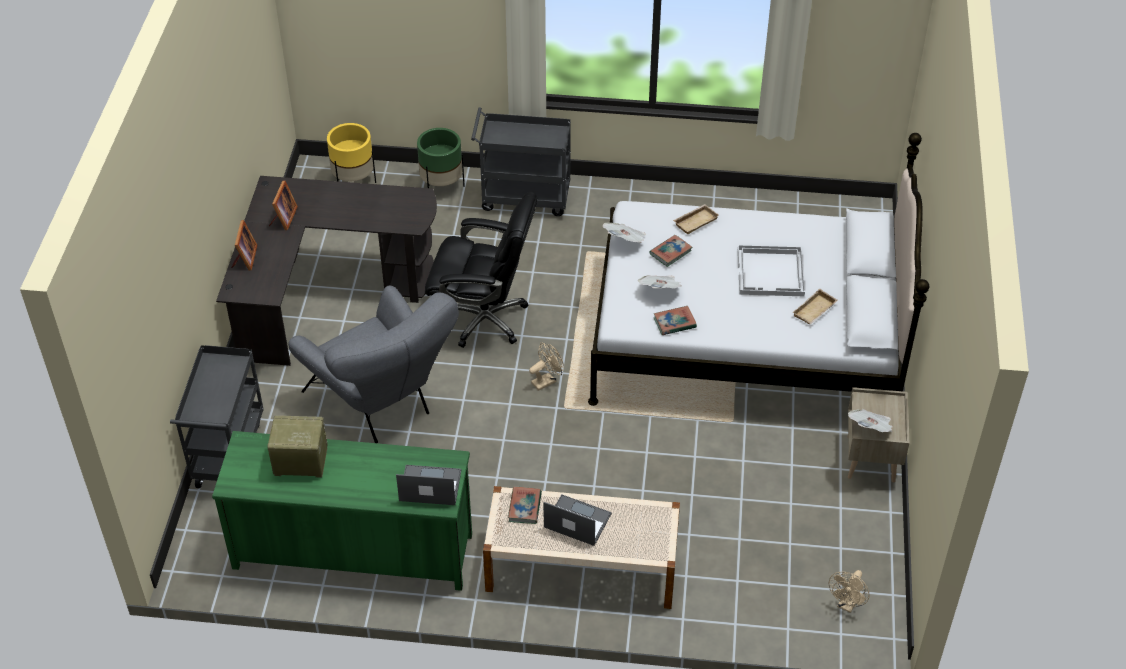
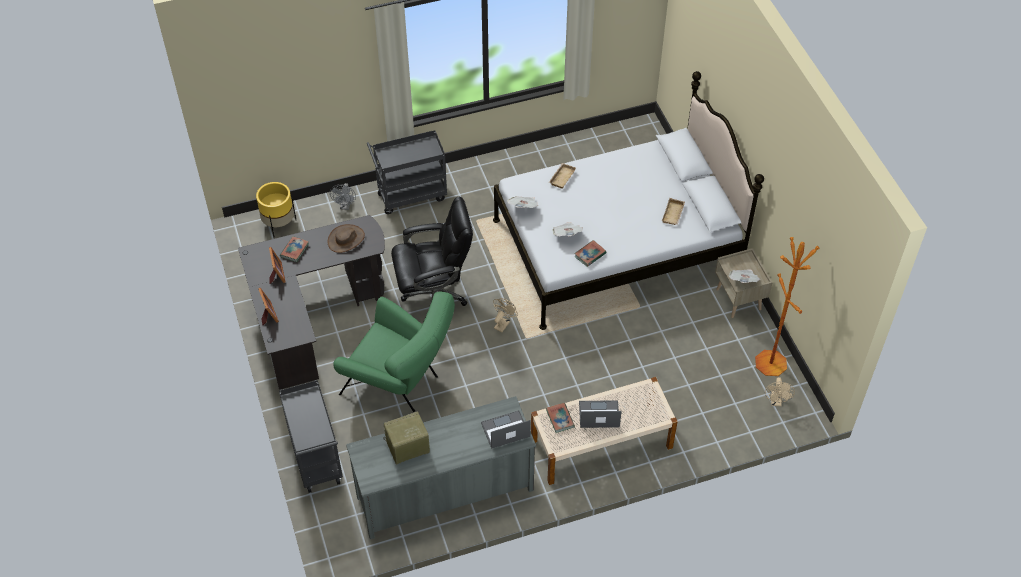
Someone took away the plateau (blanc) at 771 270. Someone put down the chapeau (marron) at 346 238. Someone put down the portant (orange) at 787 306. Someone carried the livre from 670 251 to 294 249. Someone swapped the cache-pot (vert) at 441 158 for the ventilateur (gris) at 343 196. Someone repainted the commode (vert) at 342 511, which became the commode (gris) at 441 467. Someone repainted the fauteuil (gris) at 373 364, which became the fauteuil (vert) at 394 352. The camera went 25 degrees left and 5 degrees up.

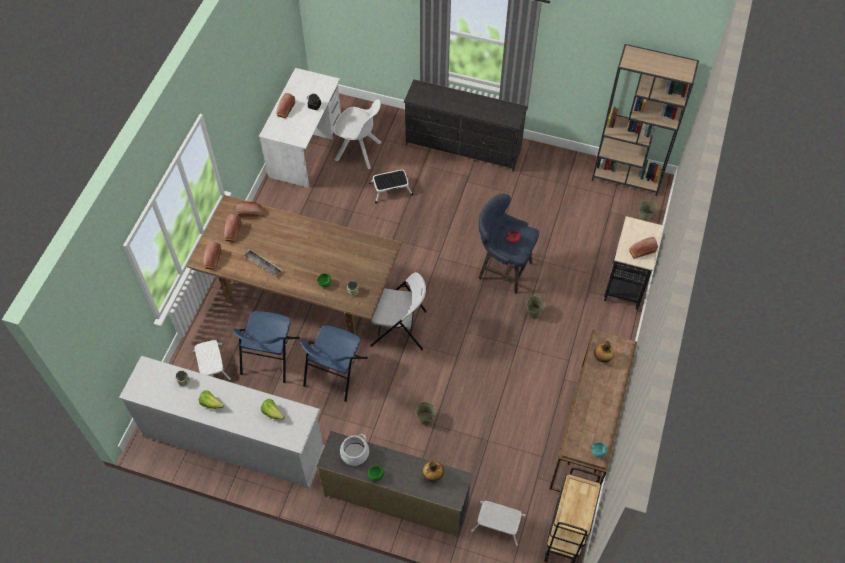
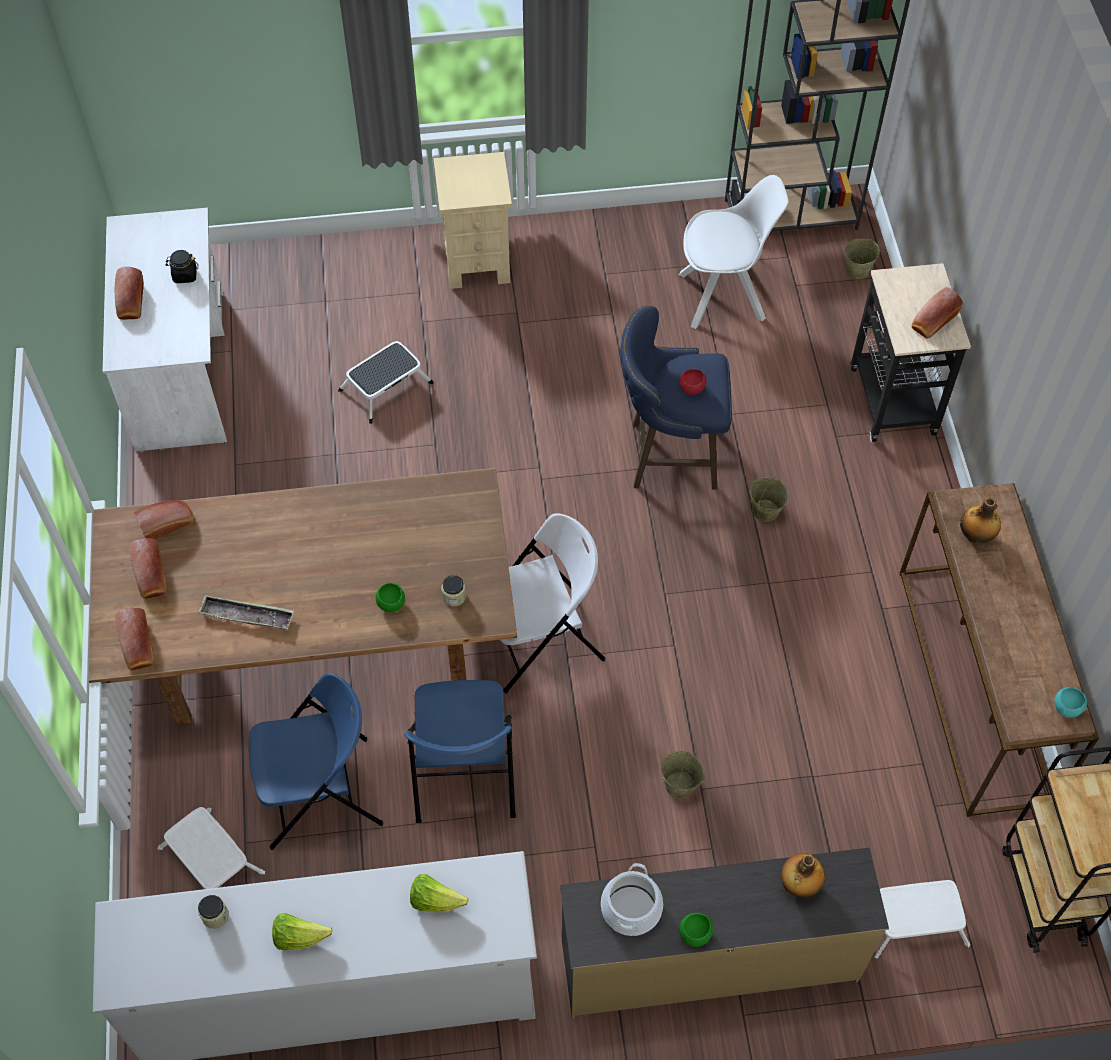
Someone carried the chaise (blanc) from 357 134 to 734 252. Someone swapped the commode (noir) at 466 125 for the table de chevet (beige) at 472 220. Someone rotated the chaise (bleu) at 266 347 by 90 degrees counterclockwise. The camera went 25 degrees left and 0 degrees up.

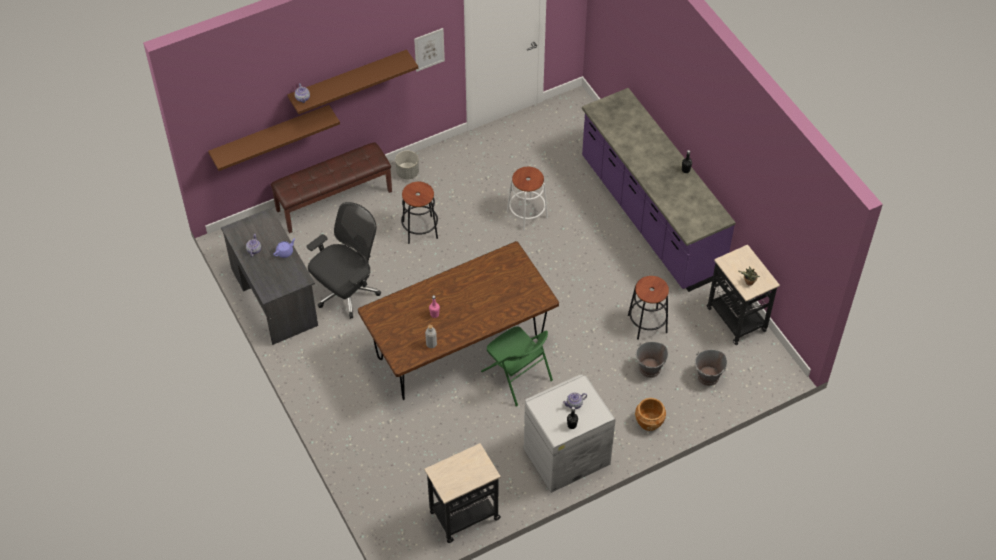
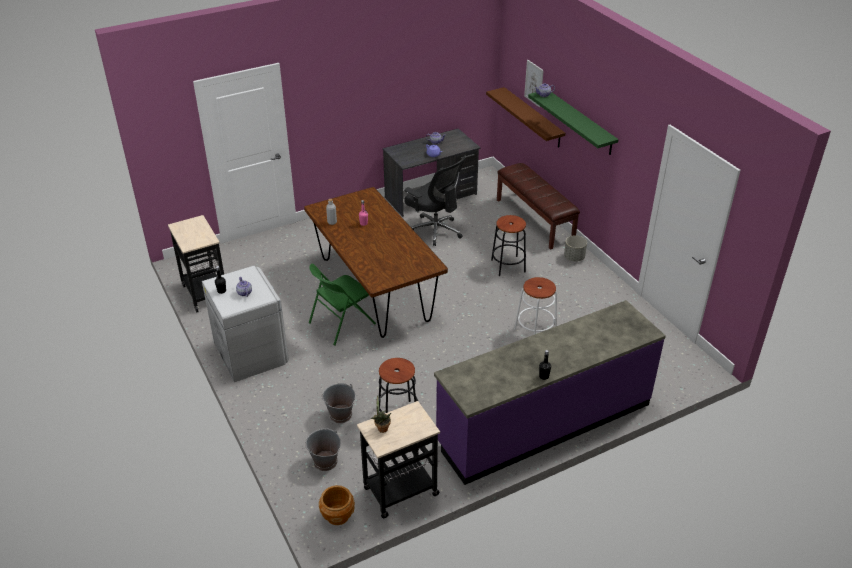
Someone carried the tableau from 429 50 to 534 83. Someone carried the cache-pot (marron) from 650 414 to 337 505. Someone repainted the étagère (marron) at 352 82, which became the étagère (vert) at 573 123. The camera went 90 degrees right and 15 degrees down.

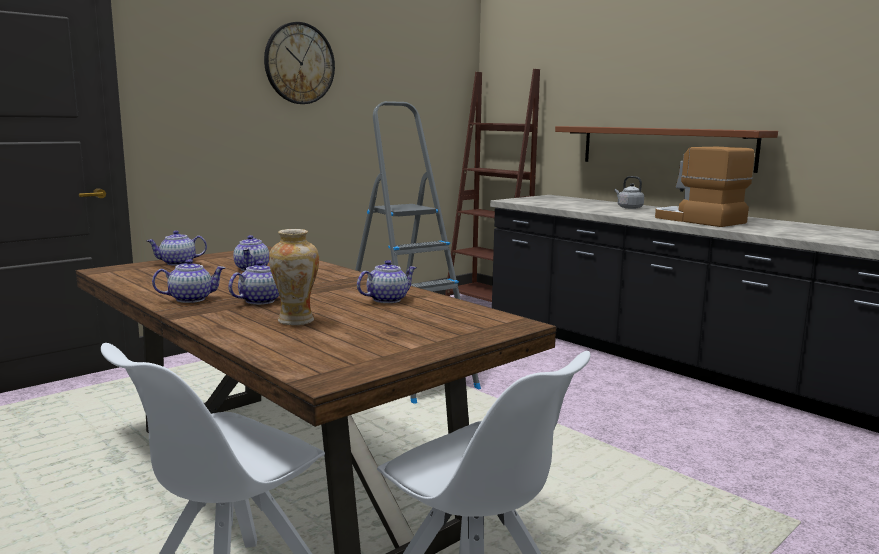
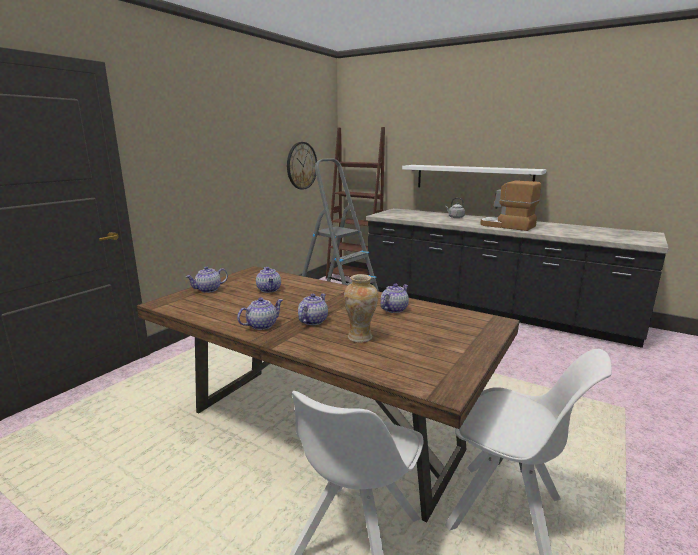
Someone carried the horloge murale from 299 63 to 302 166. Someone repainted the étagère (marron) at 666 149, which became the étagère (blanc) at 474 176. The camera went 15 degrees left and 5 degrees up.

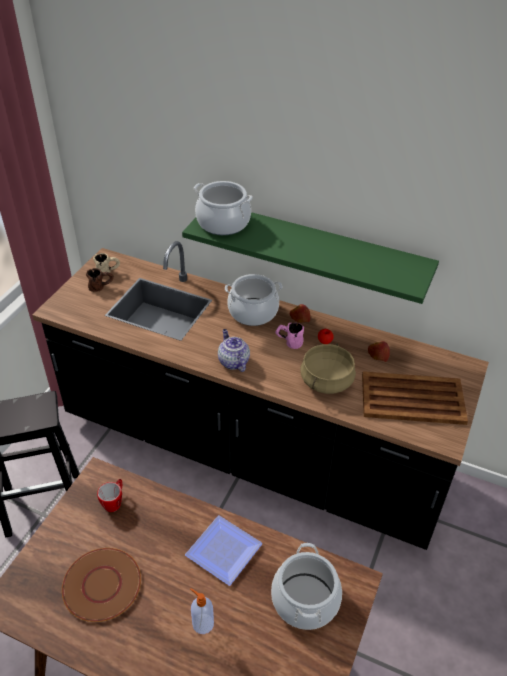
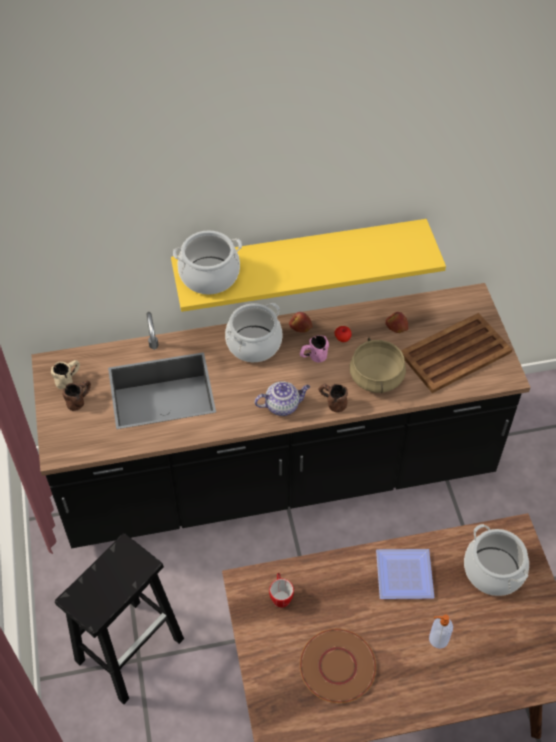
Someone put down the mug (marron) at 333 398. Someone repainted the étagère (vert) at 310 258, which became the étagère (jaune) at 308 265. Someone rotated the théière at 234 350 by 135 degrees clockwise. The camera went 35 degrees left and 10 degrees up.

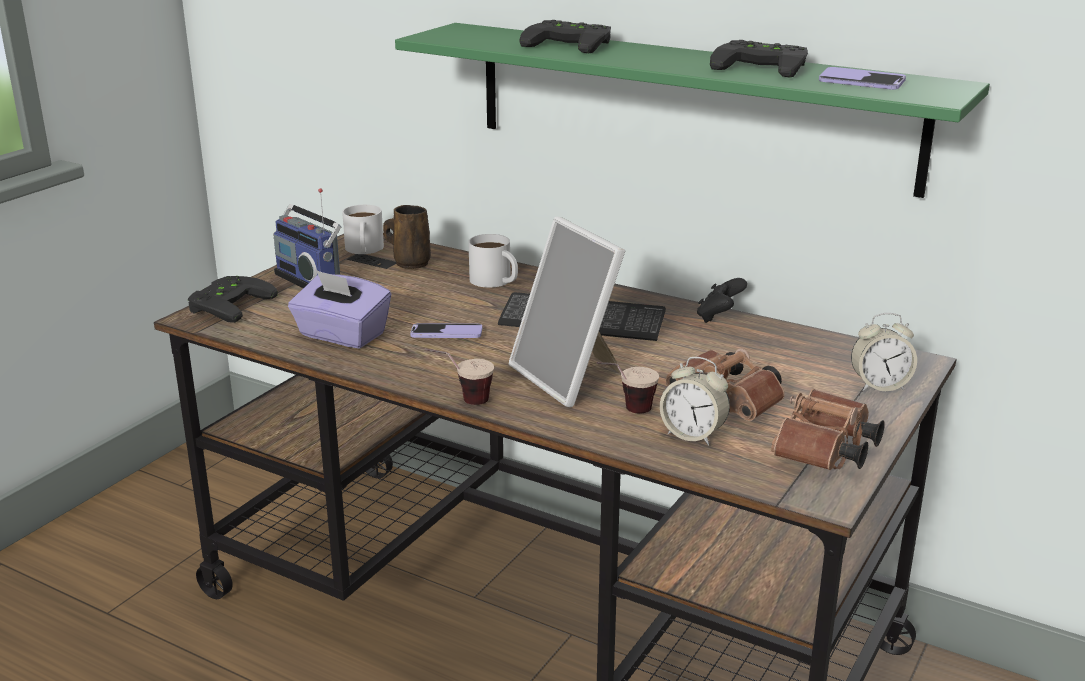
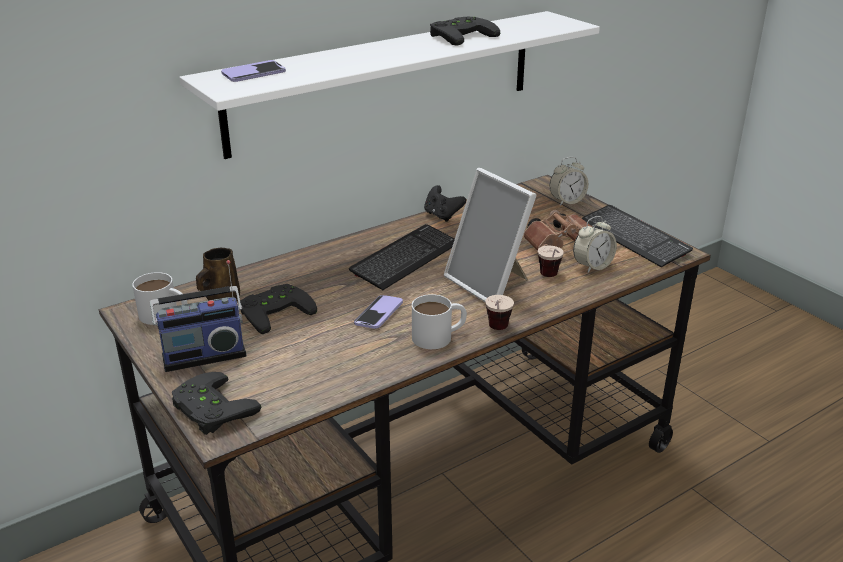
Someone took away the boîte à mouchoirs (violet) at 339 309. Someone carried the mug (blanc) from 493 260 to 439 321. Someone carried the manette (noir) from 565 36 to 278 309. Someone carried the téléphone from 862 78 to 253 71. Someone swapped the jumelles (marron) at 828 429 for the clavier at 637 236. Someone repainted the étagère (vert) at 692 110, which became the étagère (blanc) at 389 85. Someone rotated the cadre photo at 567 312 by 60 degrees clockwise. Someone rotated the réveil at 884 352 by 45 degrees clockwise. The camera went 65 degrees left and 5 degrees up.

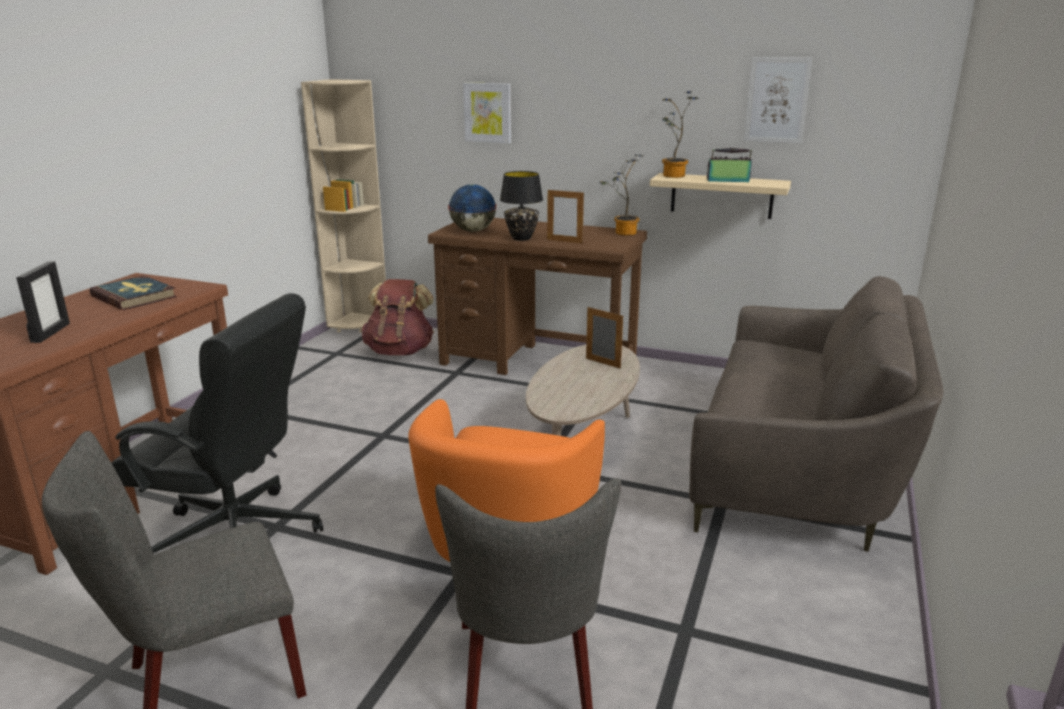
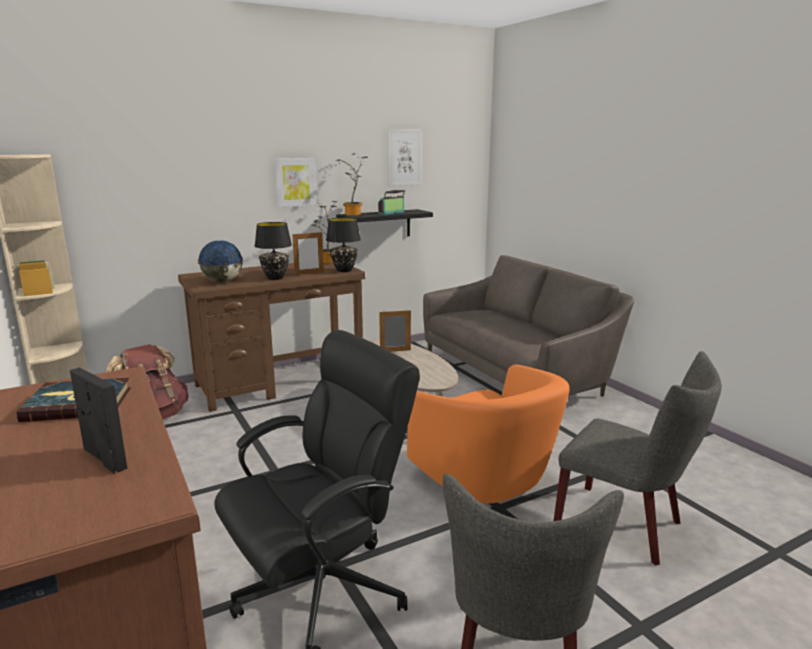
Someone put down the lampe de table (noir) at 343 244. Someone carried the tableau from 487 112 to 295 182. Someone repainted the étagère (beige) at 720 196, which became the étagère (noir) at 384 222. The camera went 50 degrees left and 5 degrees down.

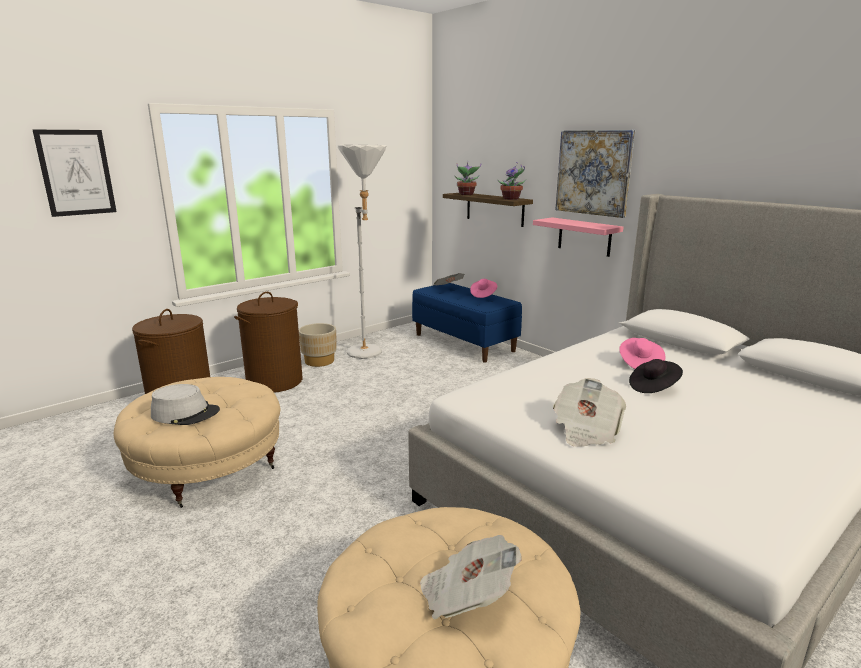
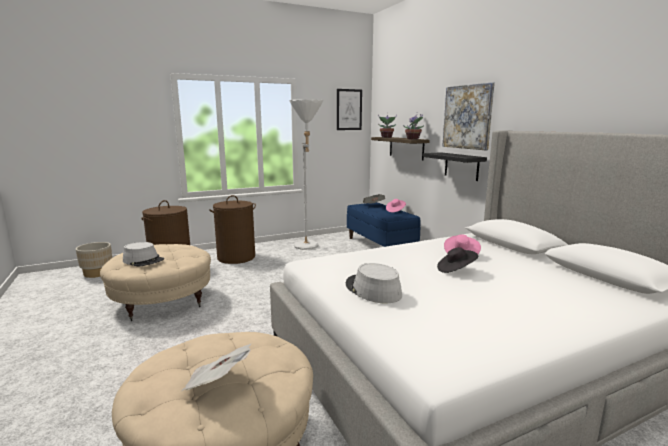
Someone carried the tableau from 75 173 to 349 109. Someone carried the cache-pot (beige) from 318 345 to 94 260. Someone swapped the journal at 589 412 for the chapeau (gris) at 374 283. Someone repainted the étagère (rose) at 578 237, which became the étagère (noir) at 455 166. The camera went 15 degrees right and 5 degrees down.

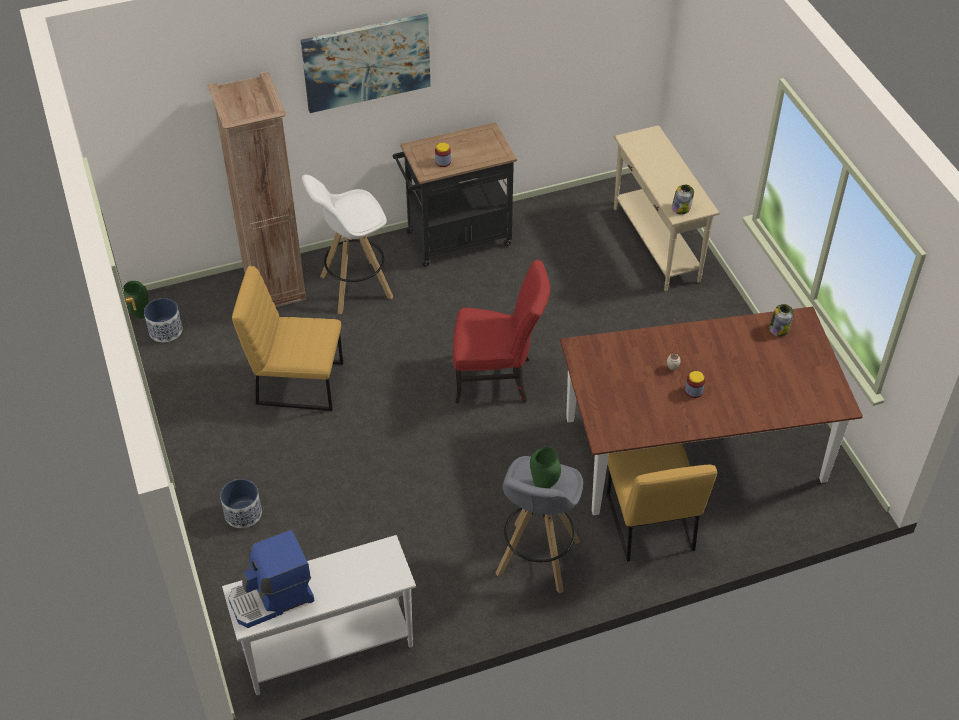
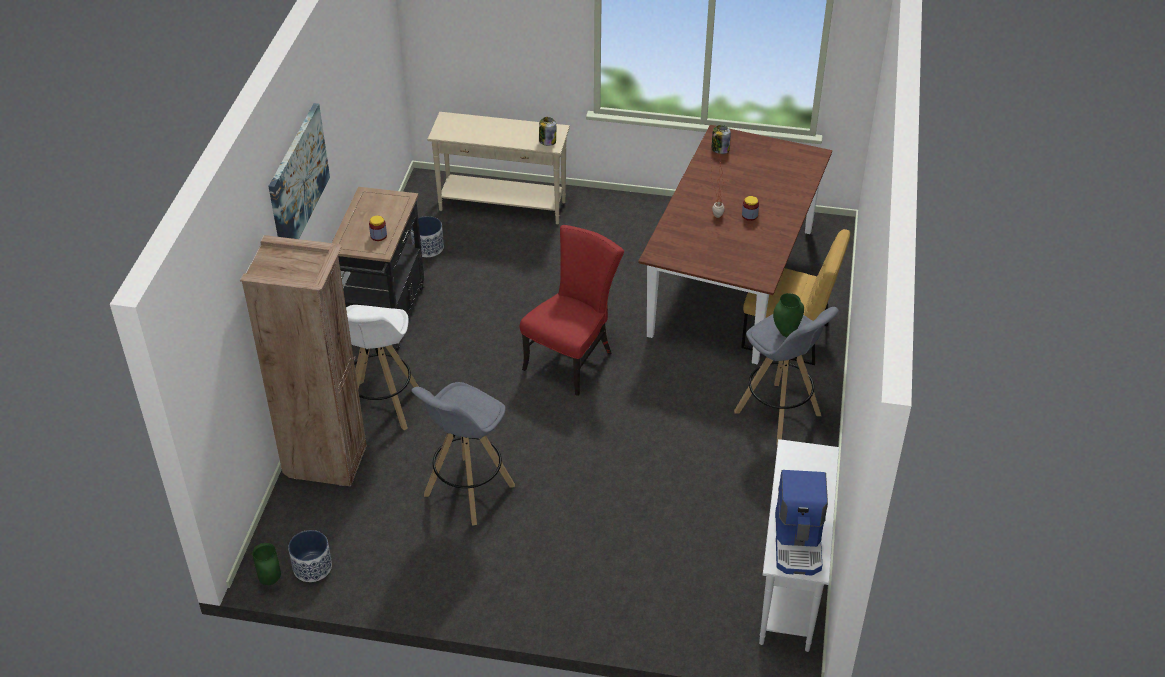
Someone carried the cache-pot from 241 503 to 427 236. Someone swapped the chaise (jaune) at 287 338 for the tabouret (gris) at 463 454. The camera went 60 degrees left and 5 degrees down.

